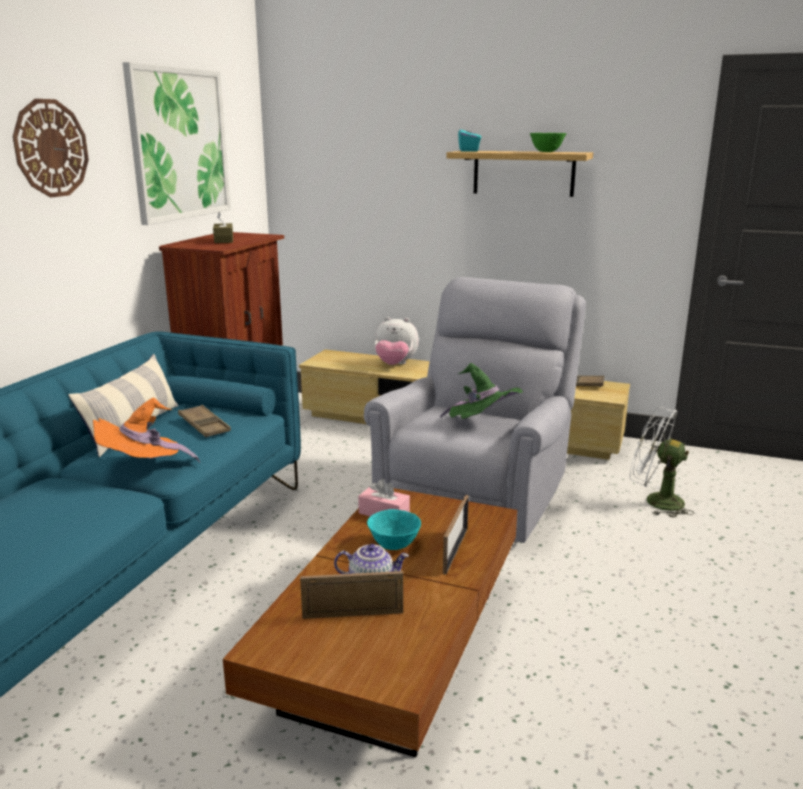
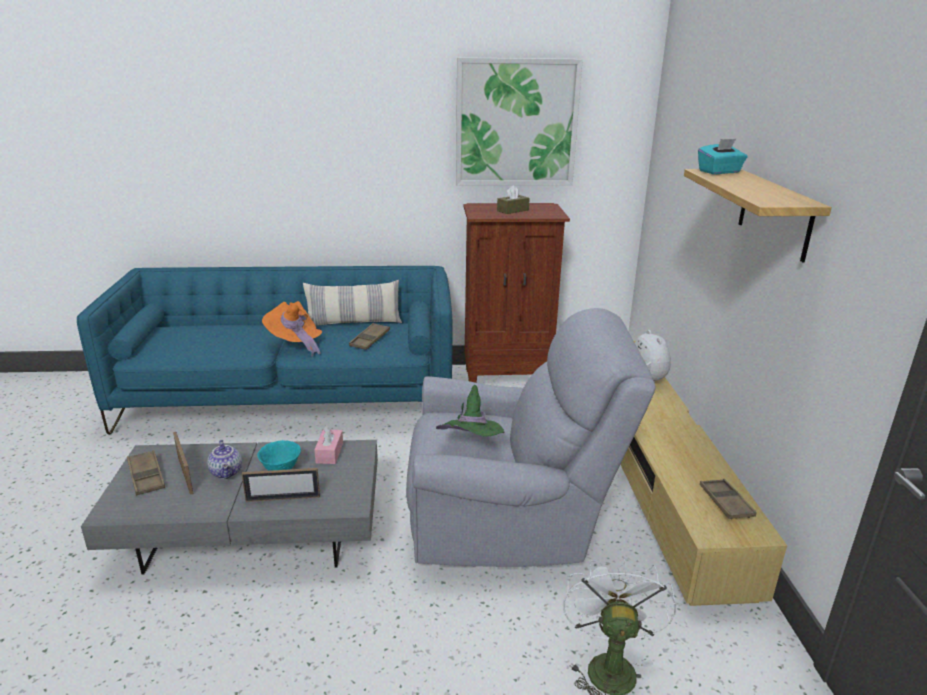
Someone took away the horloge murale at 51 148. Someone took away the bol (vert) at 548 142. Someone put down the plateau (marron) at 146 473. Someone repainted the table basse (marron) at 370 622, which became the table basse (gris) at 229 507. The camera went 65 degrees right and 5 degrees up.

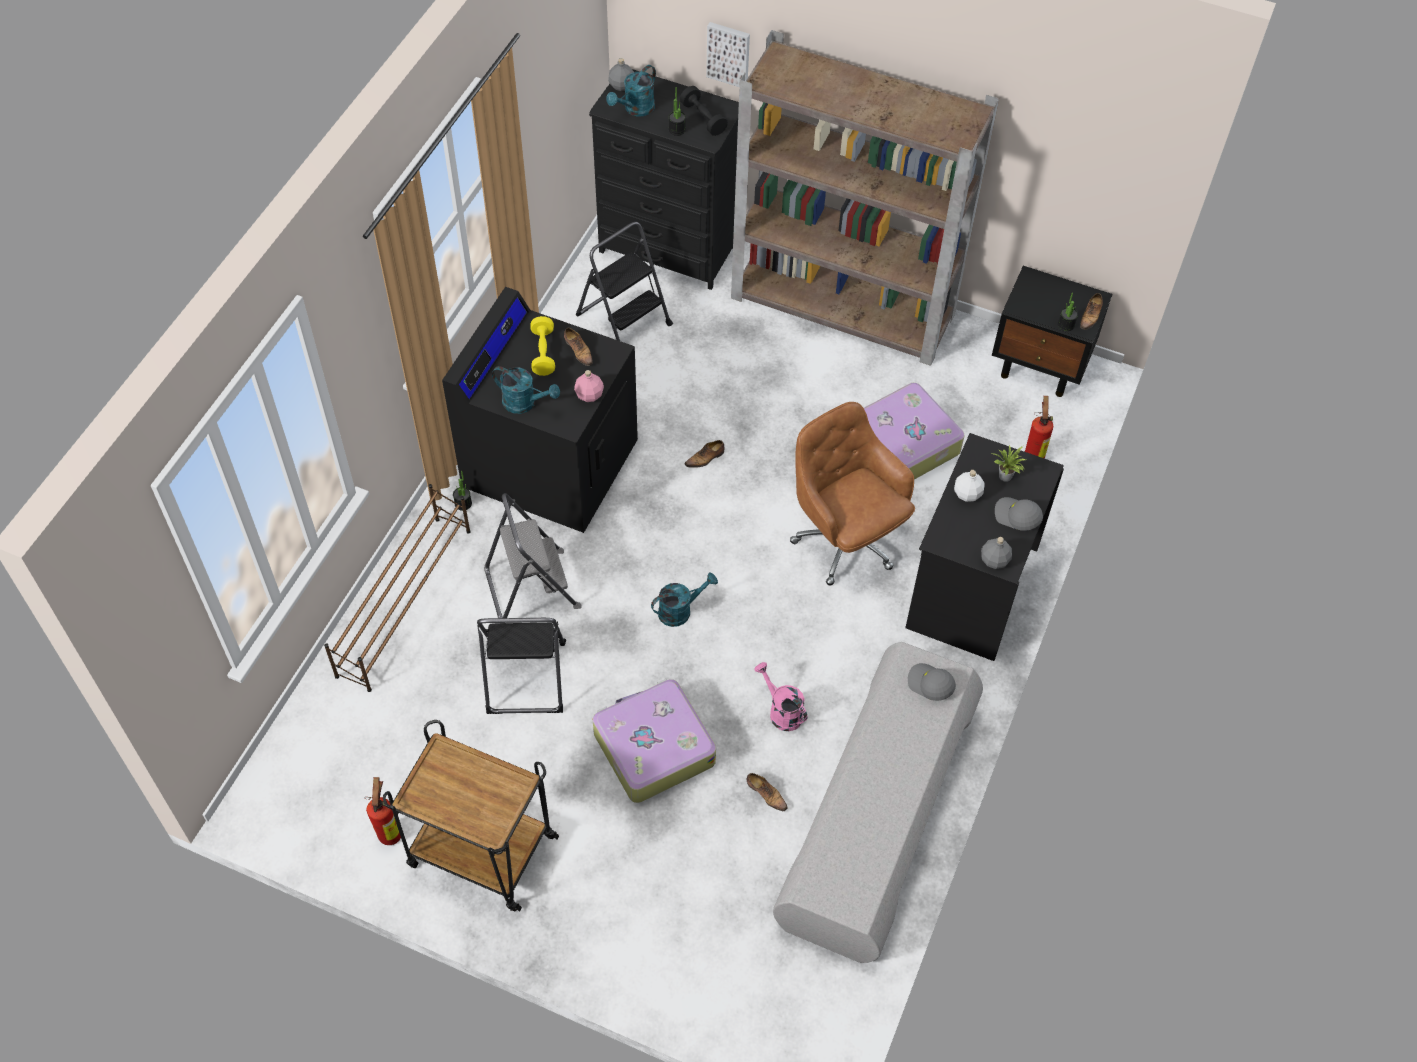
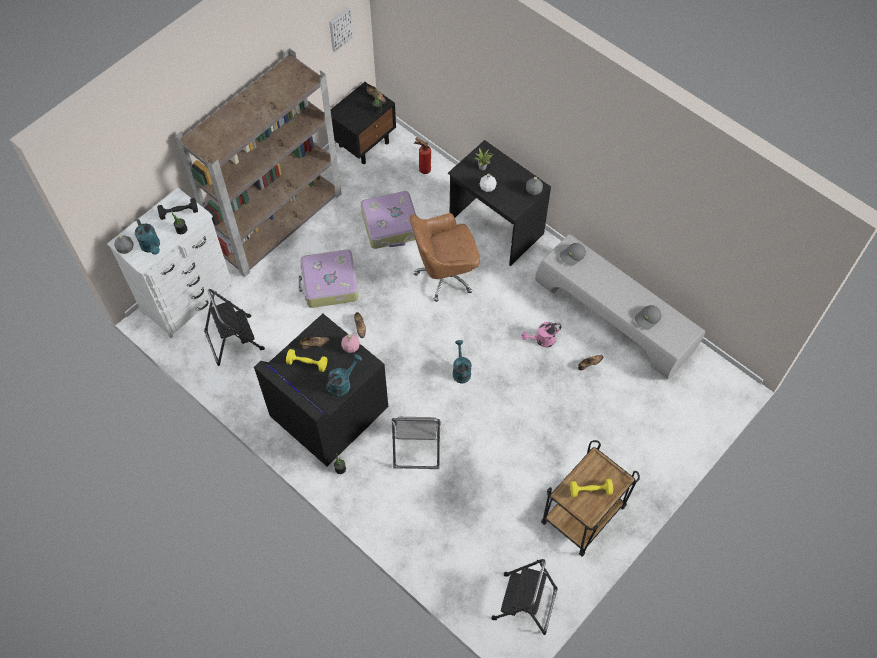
Someone took away the étagère à chaussures (marron) at 397 588. Someone took away the extincteur at 382 811. Someone put down the haltère (jaune) at 591 488. Someone carried the escabeau (noir) from 521 666 to 524 597. Someone carried the valise from 654 741 to 329 279. Someone carried the tableau from 728 54 to 341 29. Someone carried the casquette (gris) from 1019 514 to 648 317. Someone repainted the commode (noir) at 664 179, which became the commode (blanc) at 170 263. The camera went 70 degrees left and 5 degrees up.

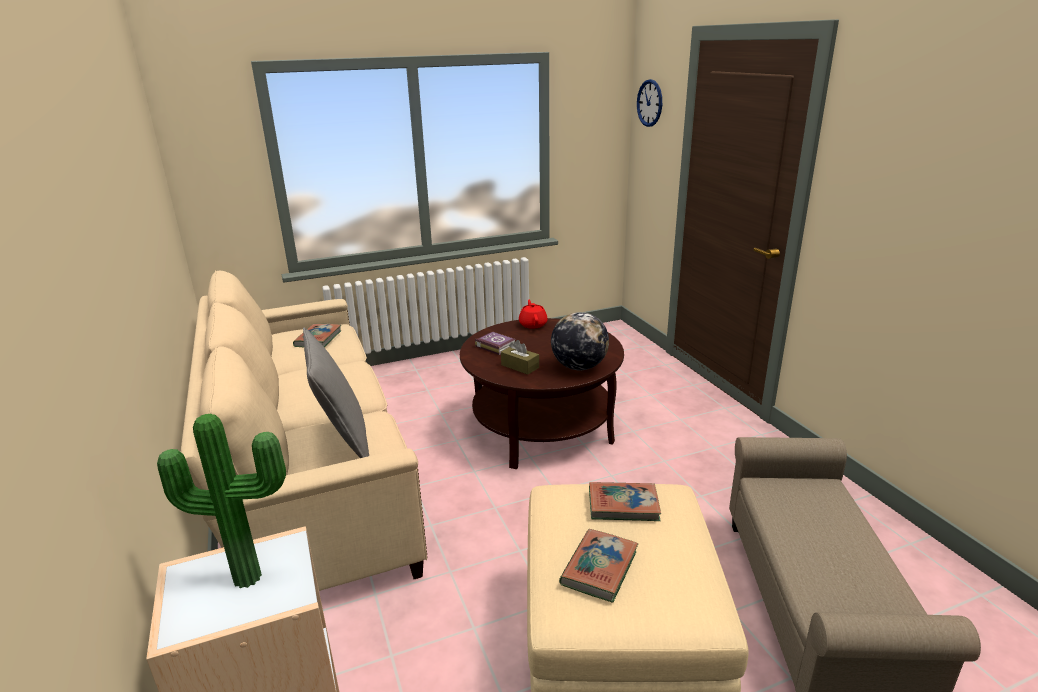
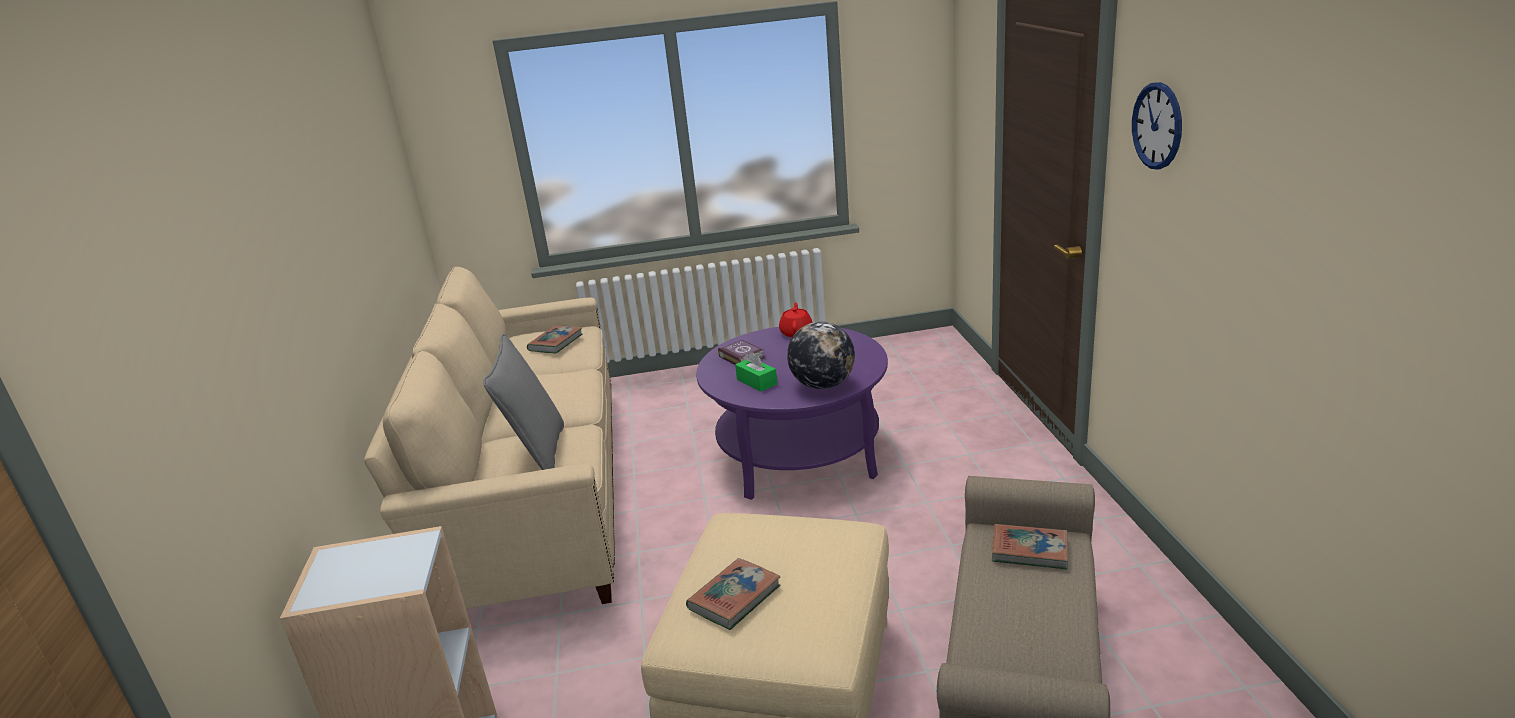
Someone took away the plante en pot at 221 501. Someone carried the livre from 625 501 to 1030 546. Someone carried the horloge murale from 649 103 to 1157 126. Someone repainted the table basse (marron) at 542 393, which became the table basse (violet) at 792 413. Someone repainted the boîte à mouchoirs (marron) at 520 357, which became the boîte à mouchoirs (vert) at 756 372. The camera went 15 degrees right and 0 degrees up.

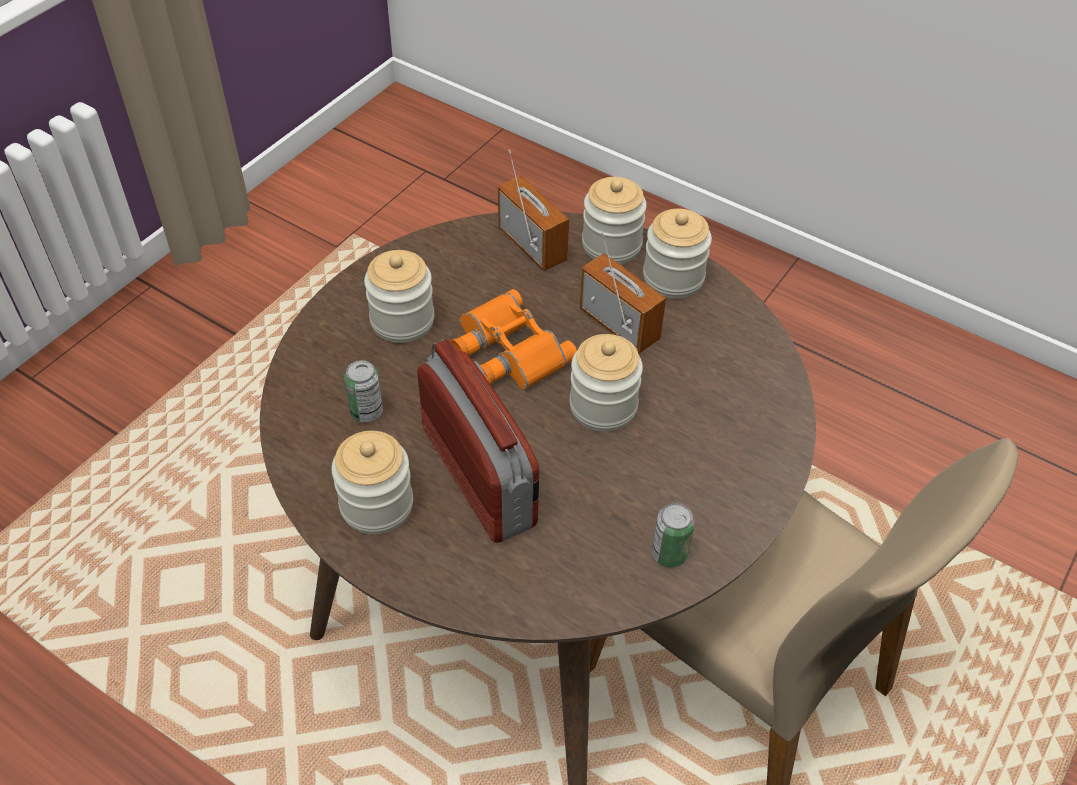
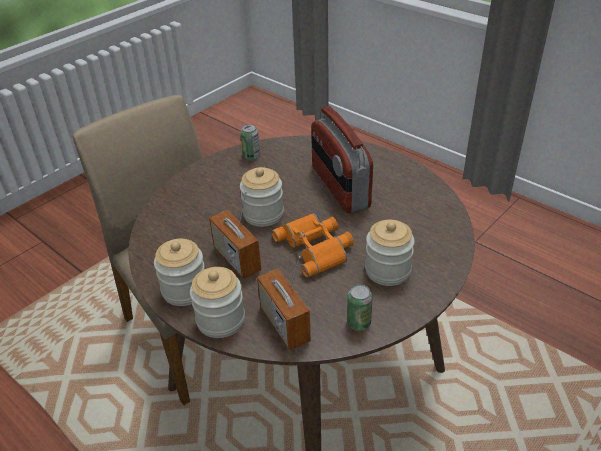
Someone took away the bocal at 372 483. Someone carried the boîte métallique from 363 391 to 360 307. The camera went 170 degrees left and 10 degrees down.

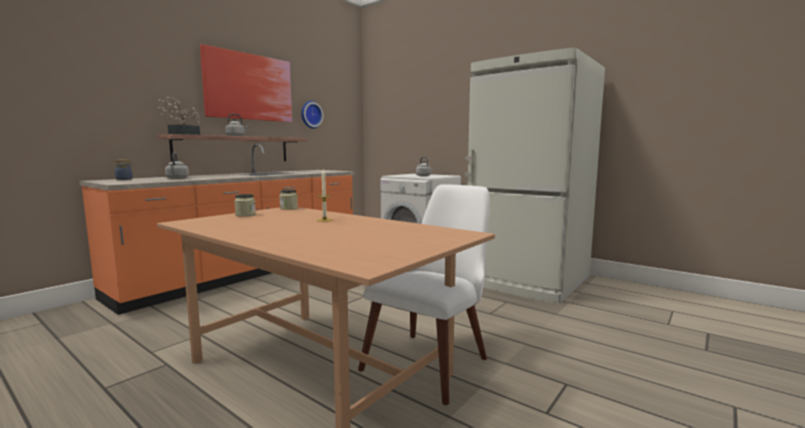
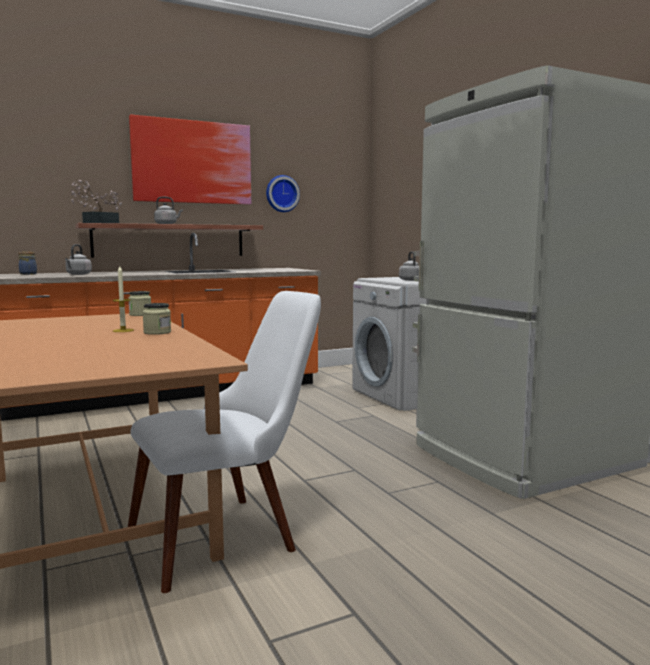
Someone carried the bocal from 245 205 to 157 319. The camera went 25 degrees right and 0 degrees up.

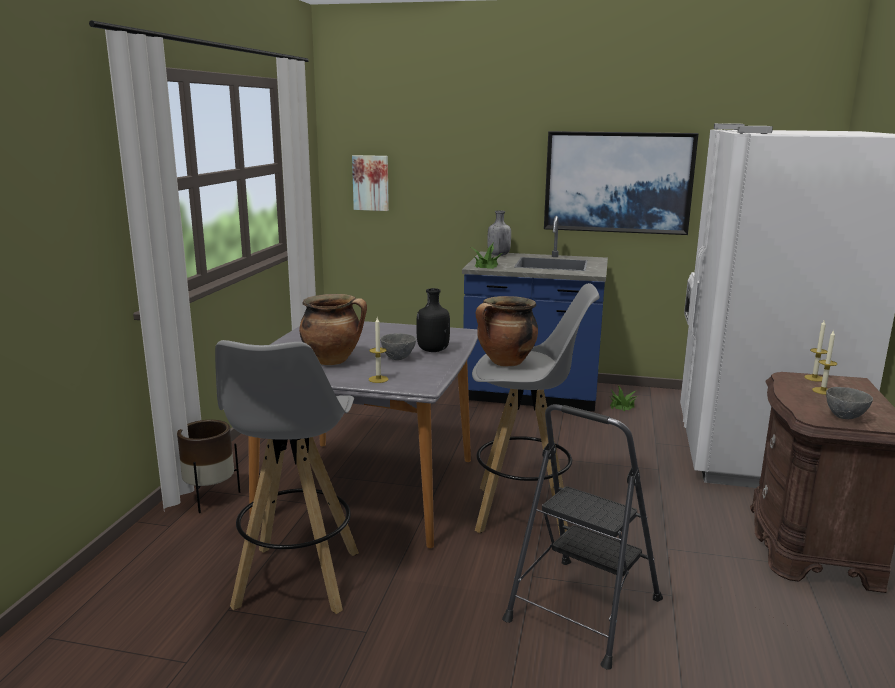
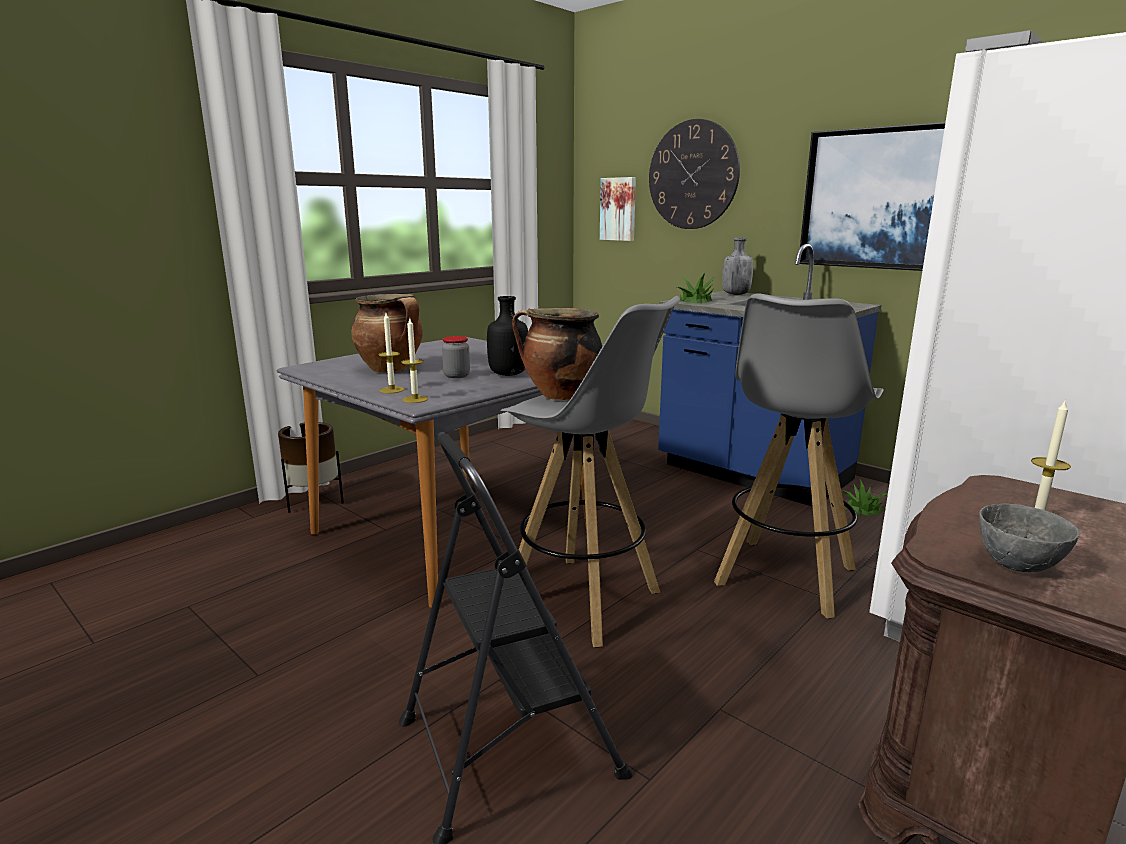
Someone put up the horloge murale at 694 174. Someone carried the tabouret (gris) from 287 477 to 799 456. Someone carried the bougie from 815 351 to 415 361. Someone swapped the bol (gris) at 398 346 for the bocal at 456 357. The camera went 30 degrees right and 0 degrees up.

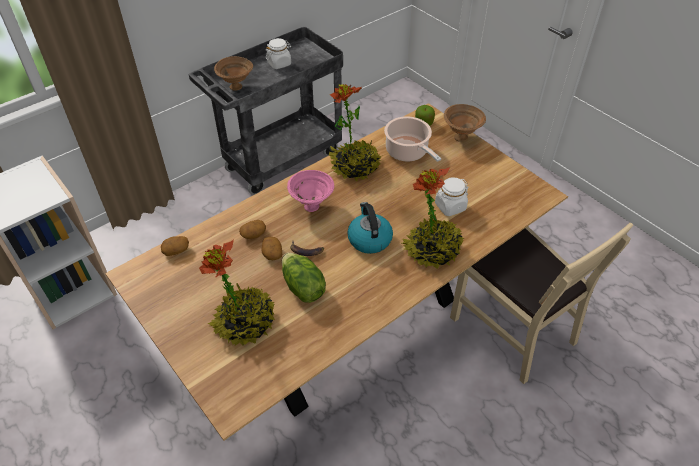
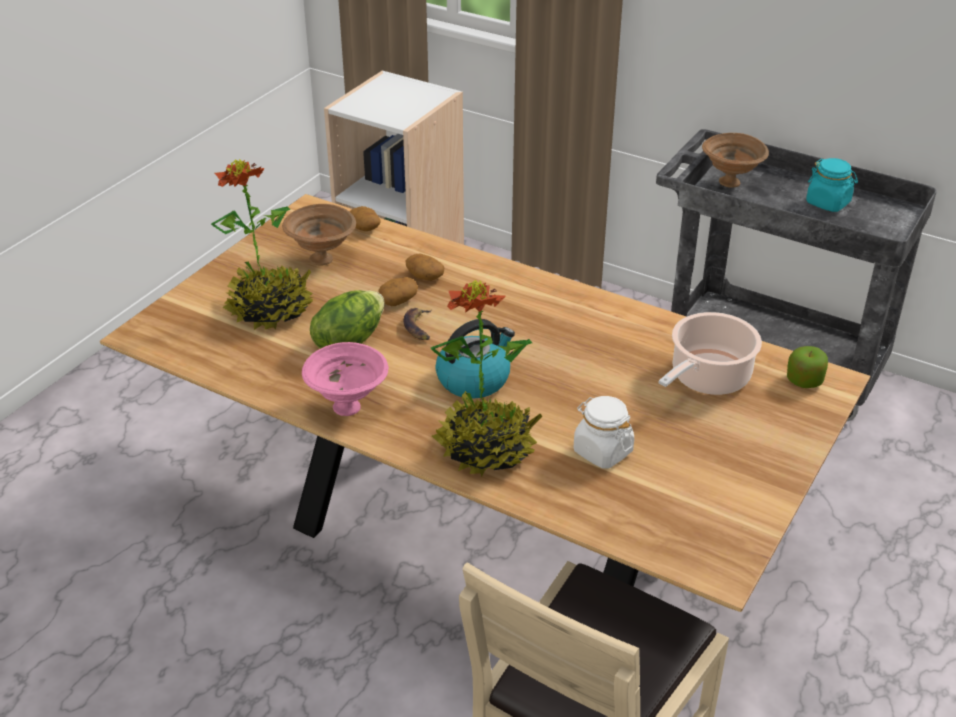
Someone took away the plante en pot at 356 133. Someone carried the bol (rose) from 310 191 to 345 379. Someone carried the bol (marron) from 465 123 to 319 234. Someone repainted the bocal (blanc) at 278 53, which became the bocal (turquoise) at 832 185. The camera went 70 degrees right and 10 degrees down.

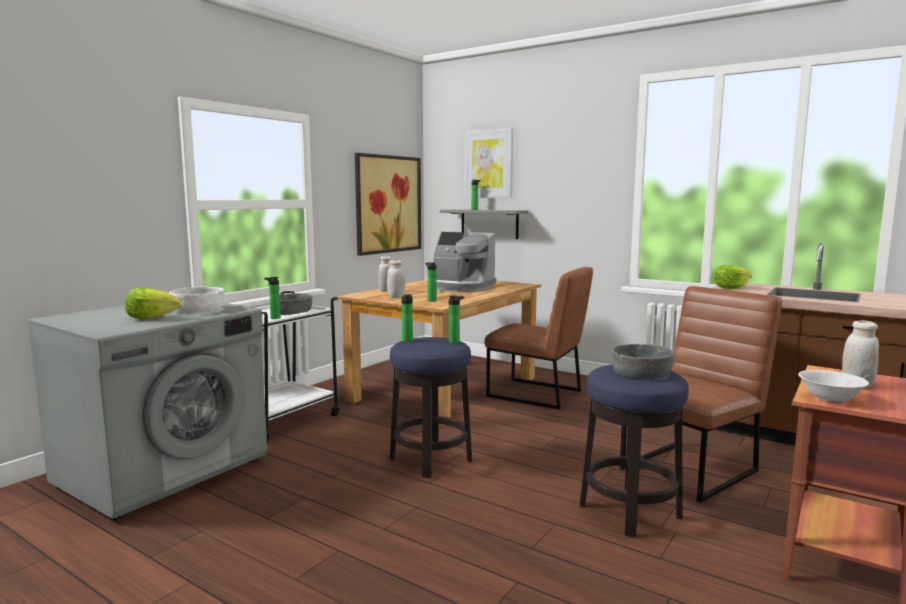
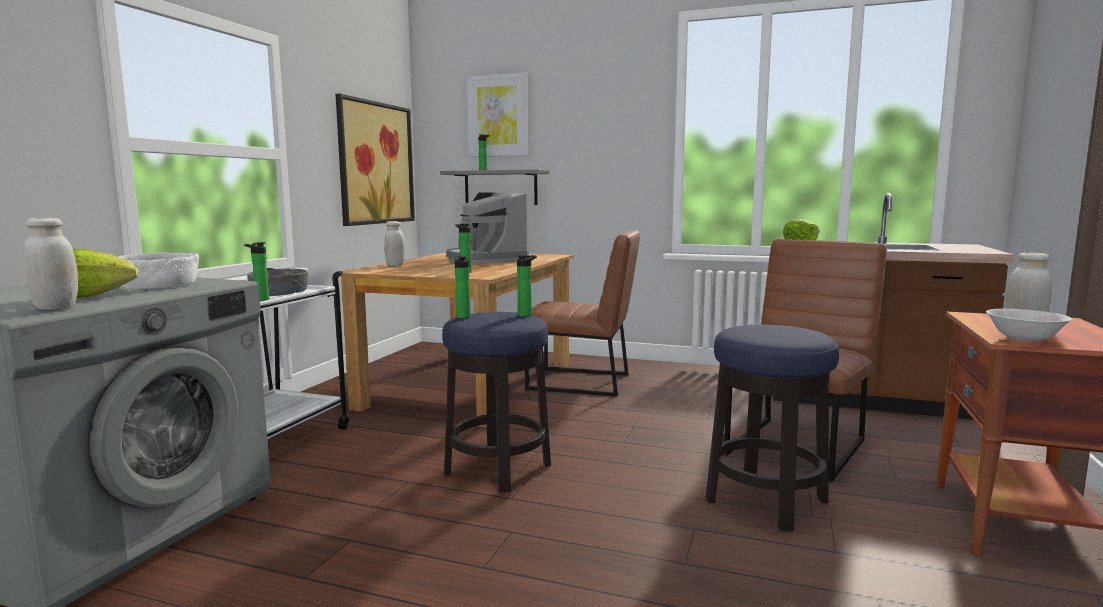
Someone took away the bol (gris) at 643 361. Someone carried the bocal (blanc) from 396 279 to 51 263. Someone rotated the machine à café at 464 262 by 45 degrees clockwise. The camera went 15 degrees left and 0 degrees up.

